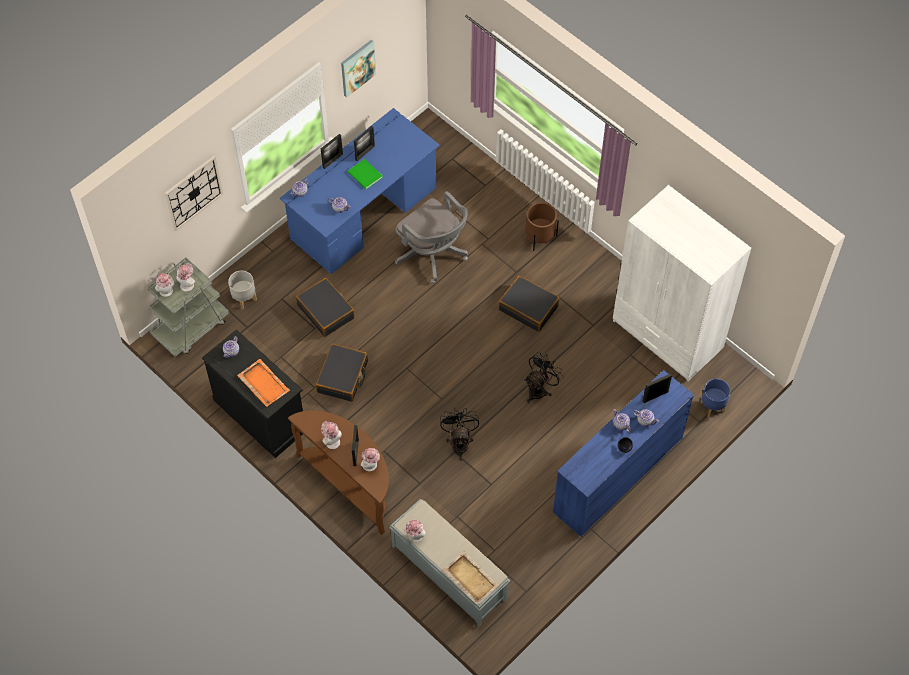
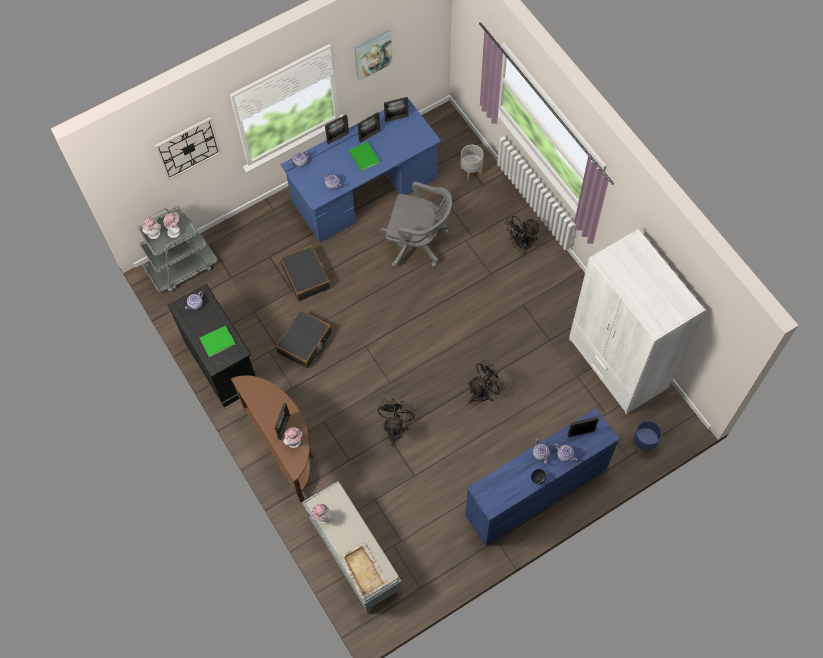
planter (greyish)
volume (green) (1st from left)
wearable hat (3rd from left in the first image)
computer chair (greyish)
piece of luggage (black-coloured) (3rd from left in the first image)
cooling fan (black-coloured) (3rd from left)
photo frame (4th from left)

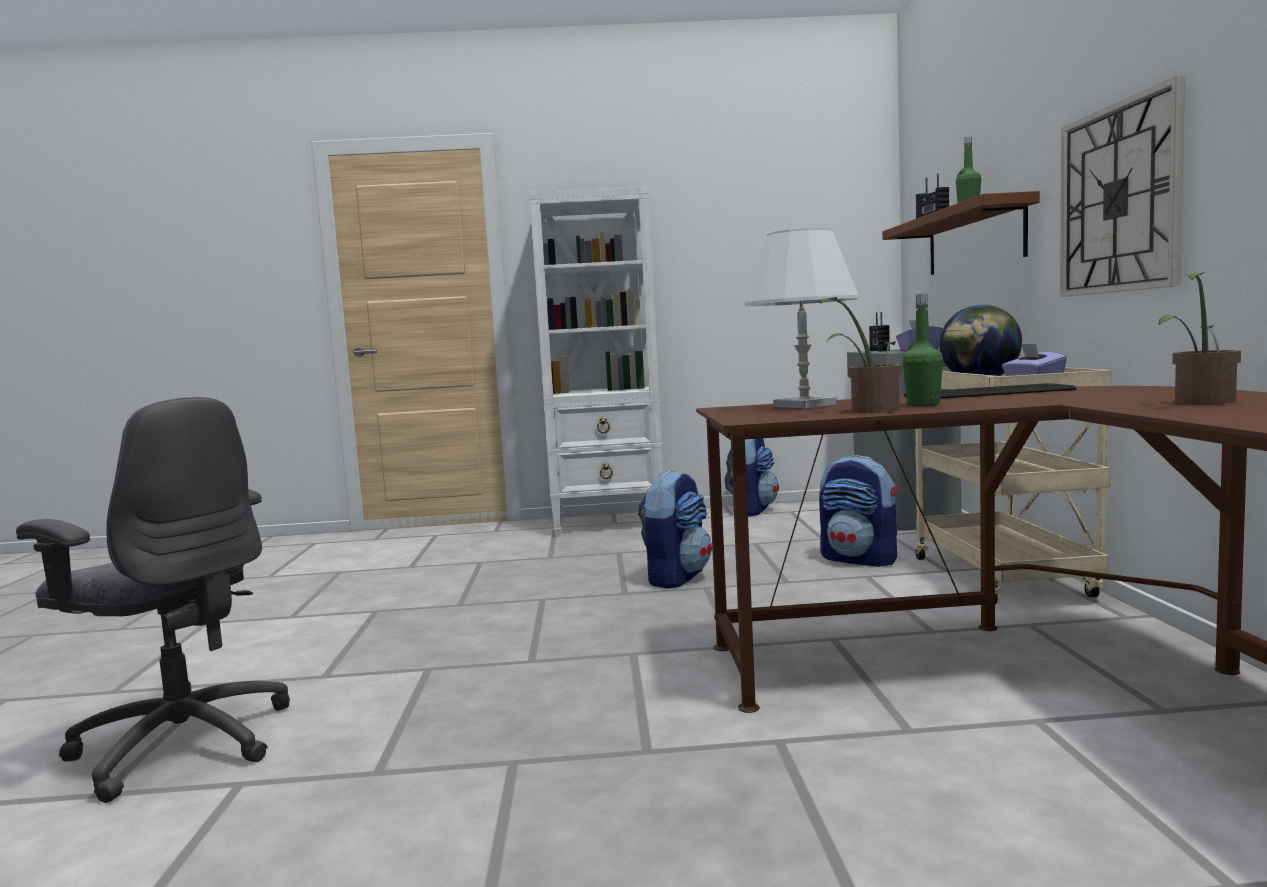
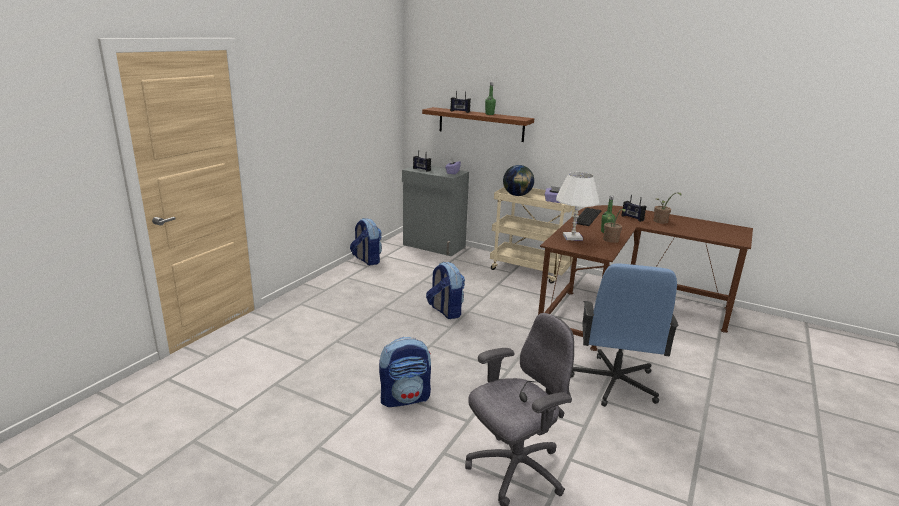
bookcase (whitish)
rucksack (2nd from left)
clock on the wall
computer chair (blue)
radio receiver (3rd from left)

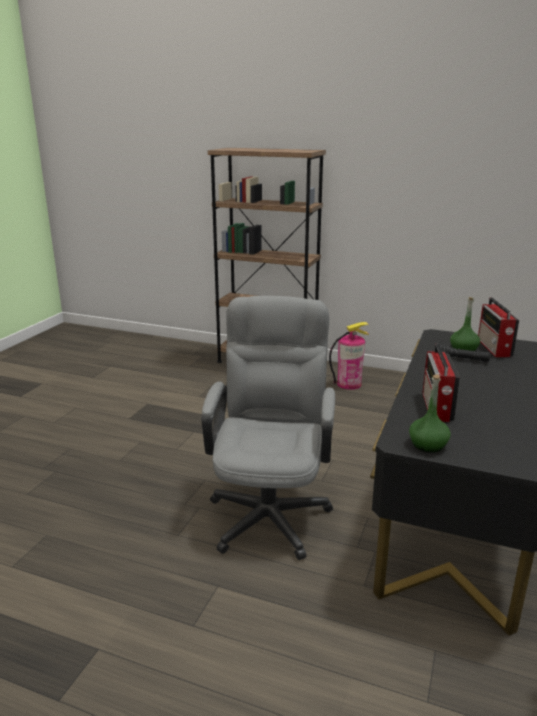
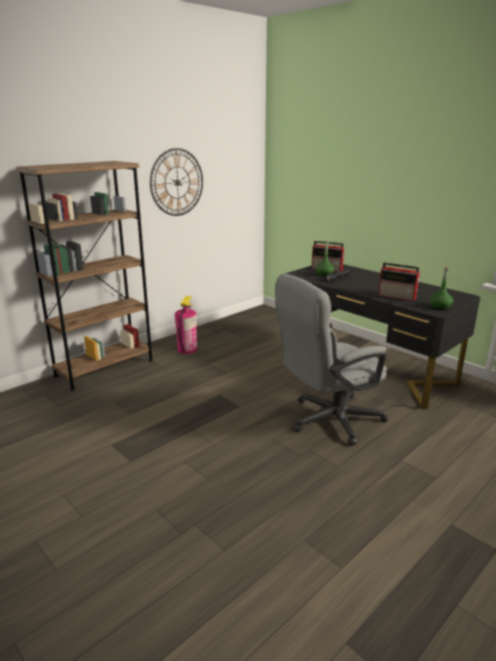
computer chair (greyish)
clock on the wall

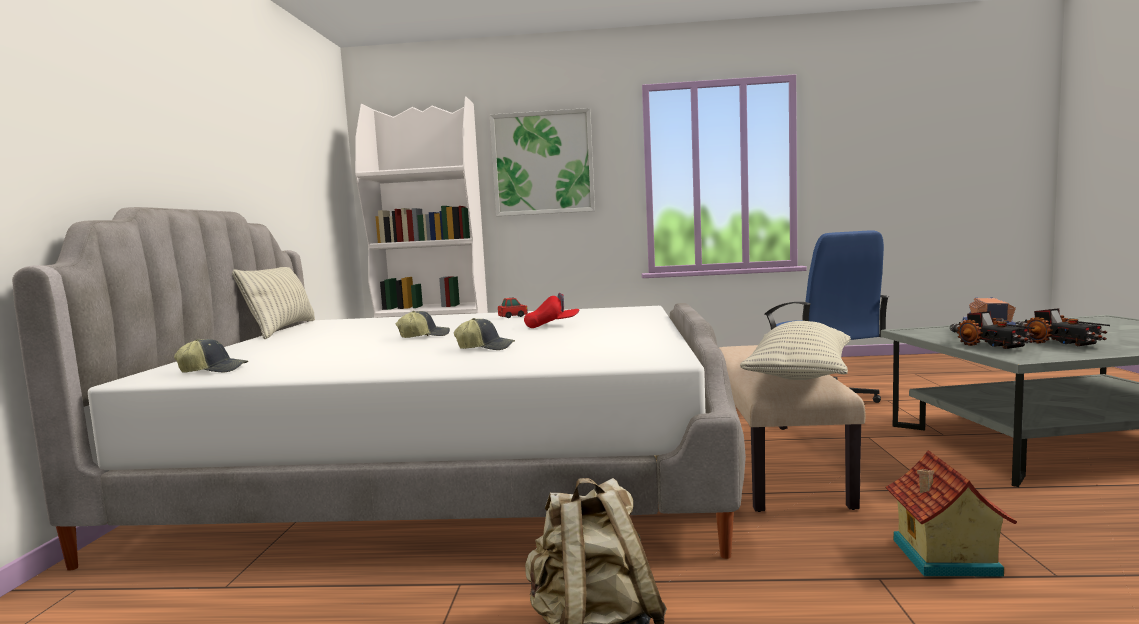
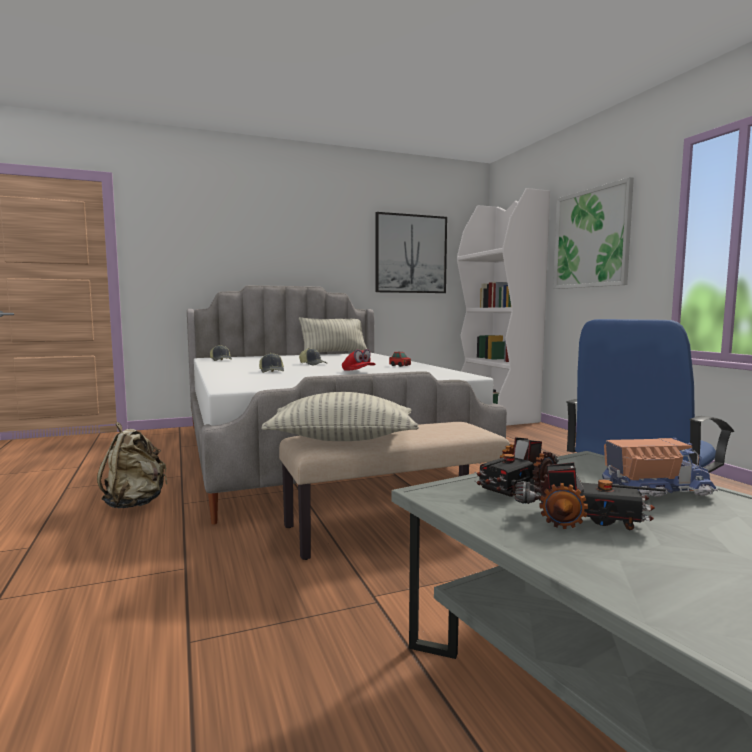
model house
model truck (2nd from left)
wall art (1st from left)

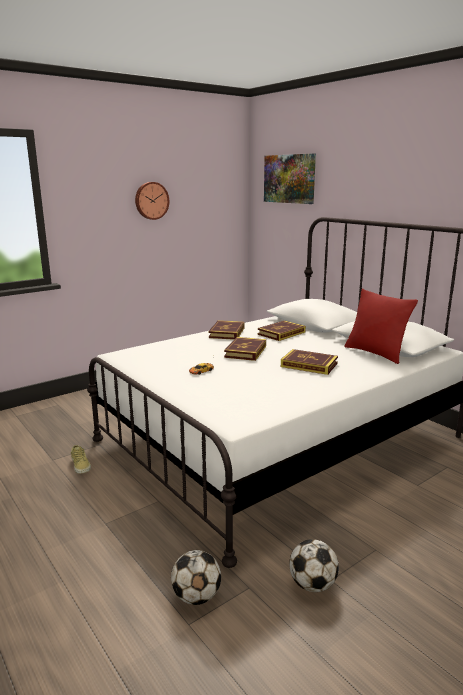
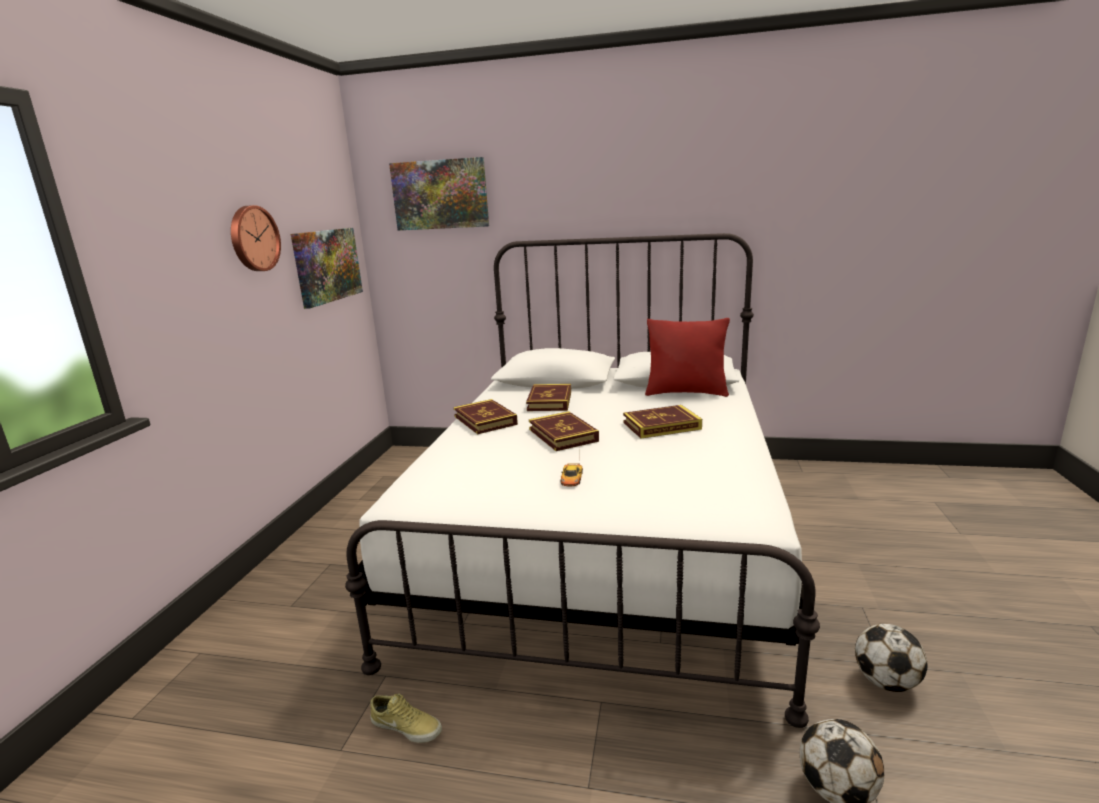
wall art (1st from left)

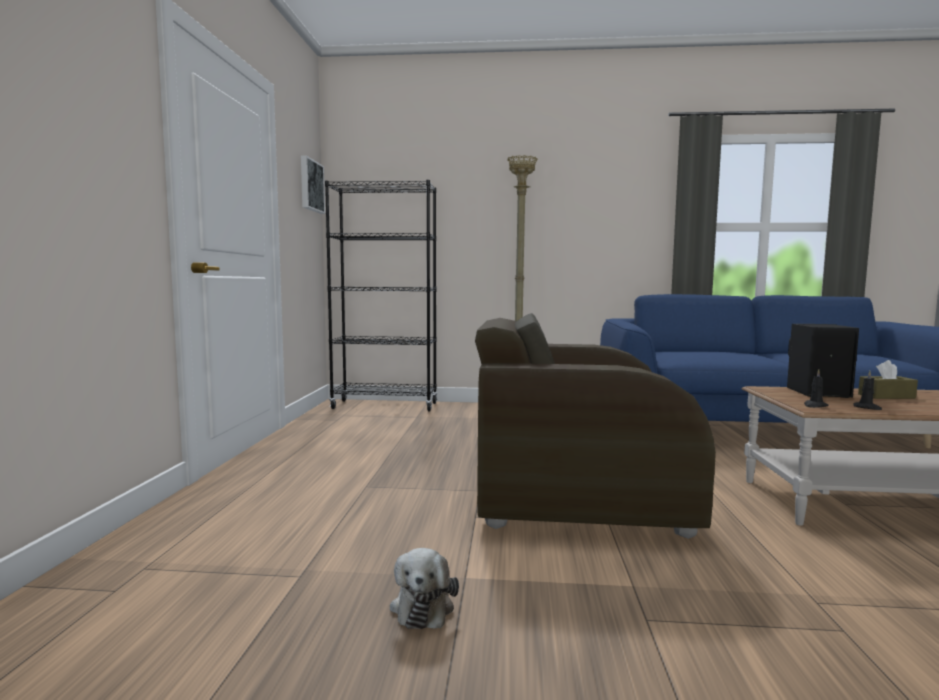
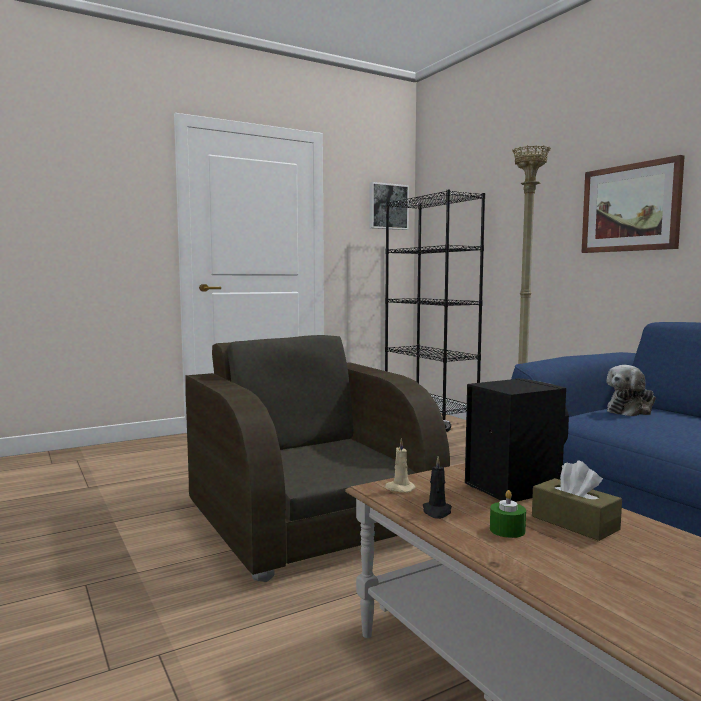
plush toy
candle (sand-coloured)
candle (green)
wall art (2nd from left)

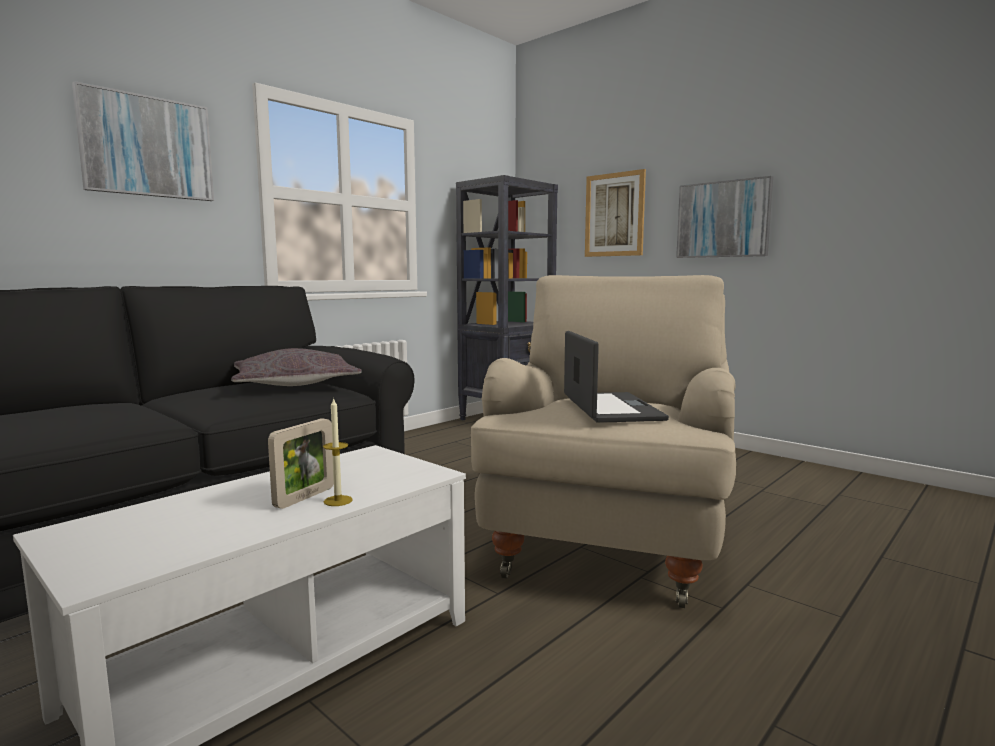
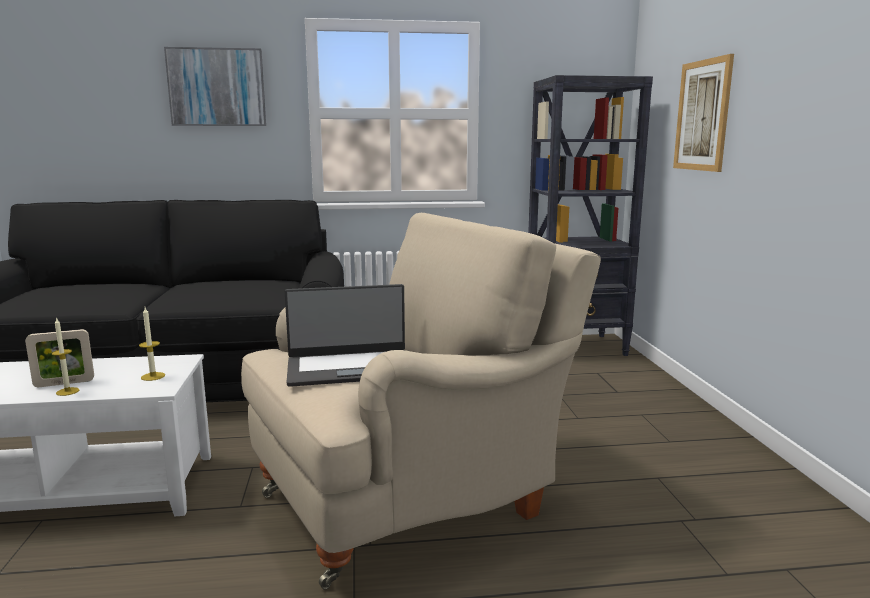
pillow (greyish)
notebook computer
wall art (3rd from left in the first image)
candle (2nd from left)

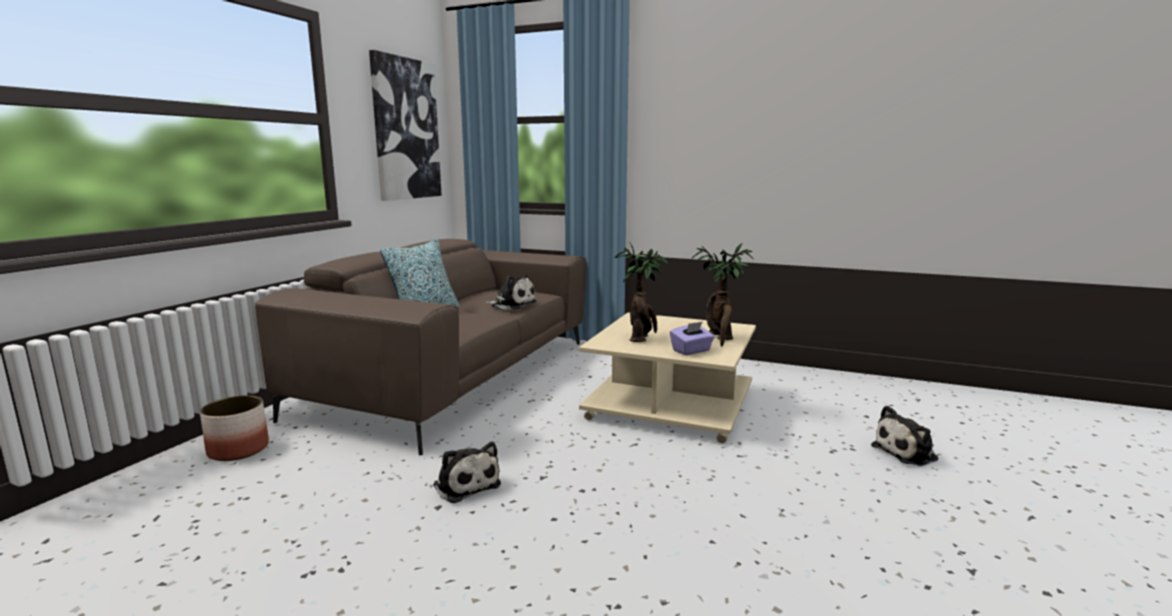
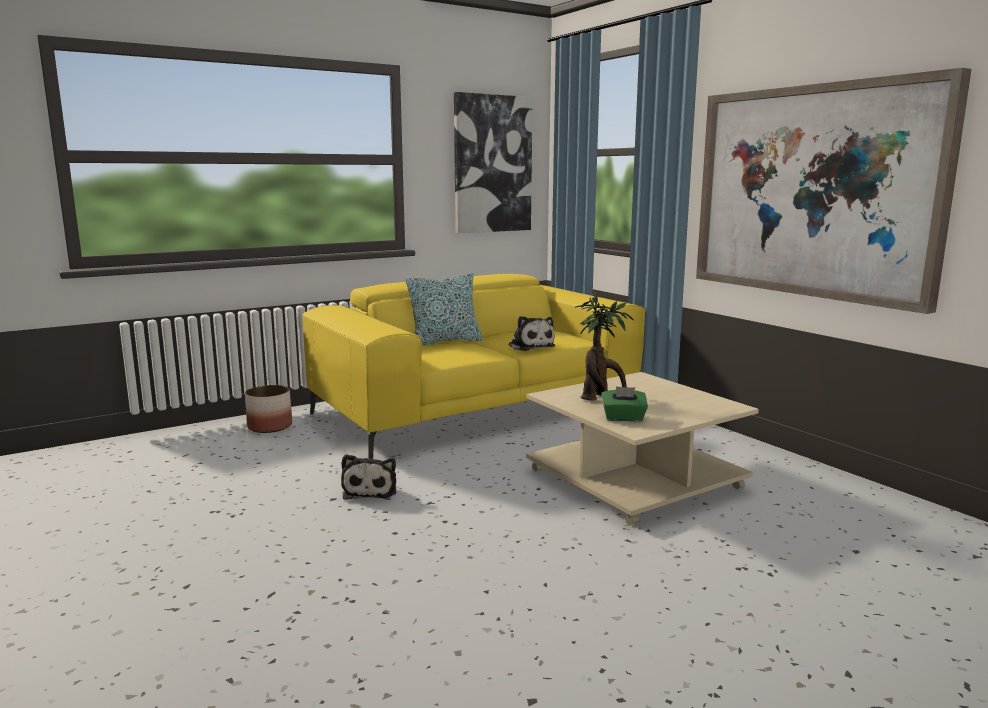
sofa (yellowish)
tissue holder (green)
houseplant (2nd from left in the first image)
plush toy (3rd from left in the first image)
wall art (2nd from left)

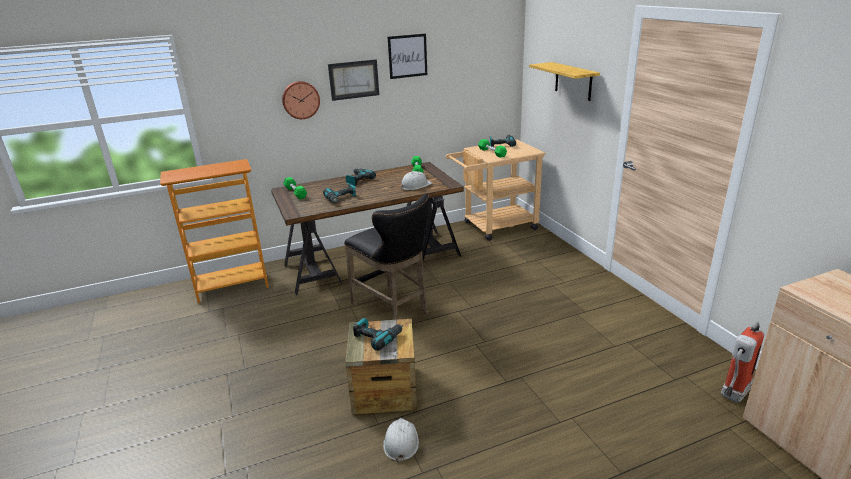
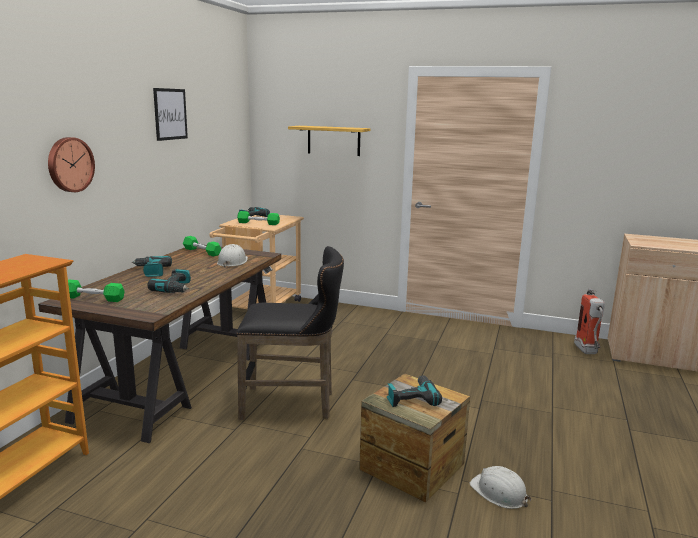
wall art (1st from left in the first image)

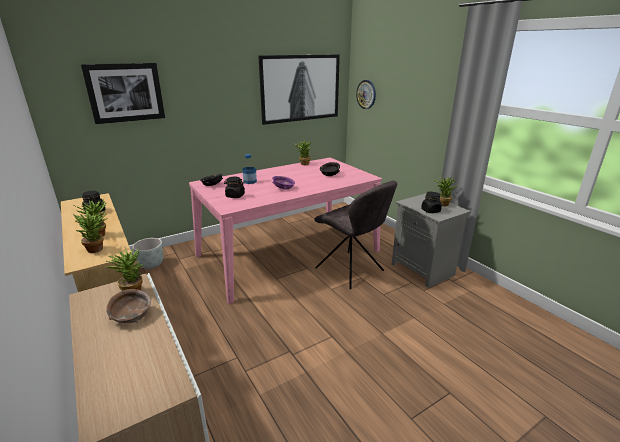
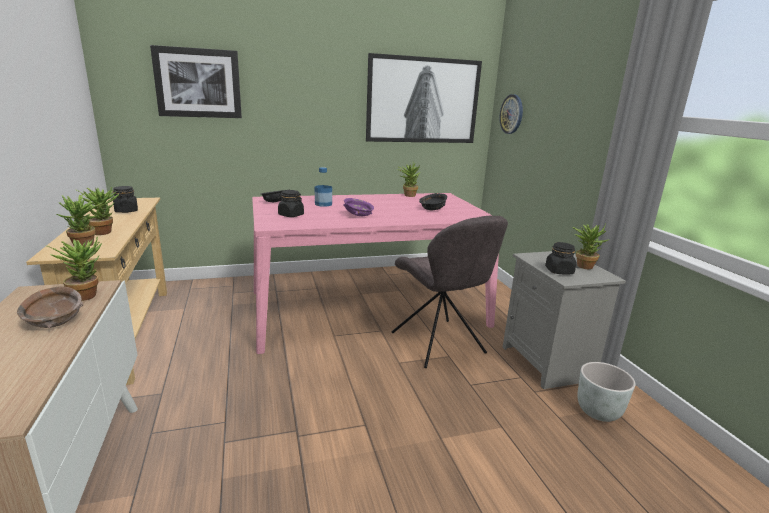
planter (greyish)

